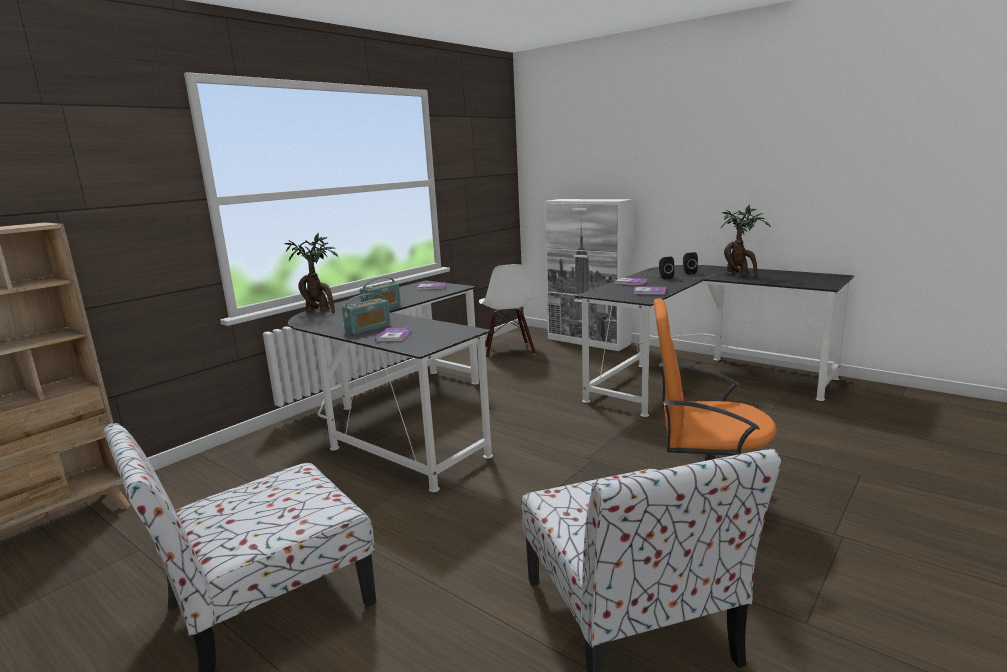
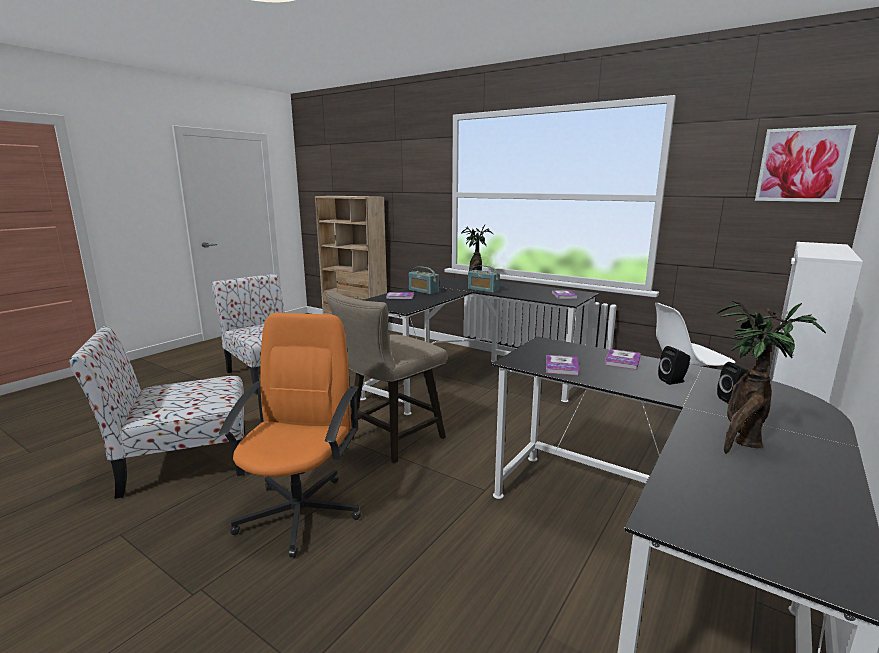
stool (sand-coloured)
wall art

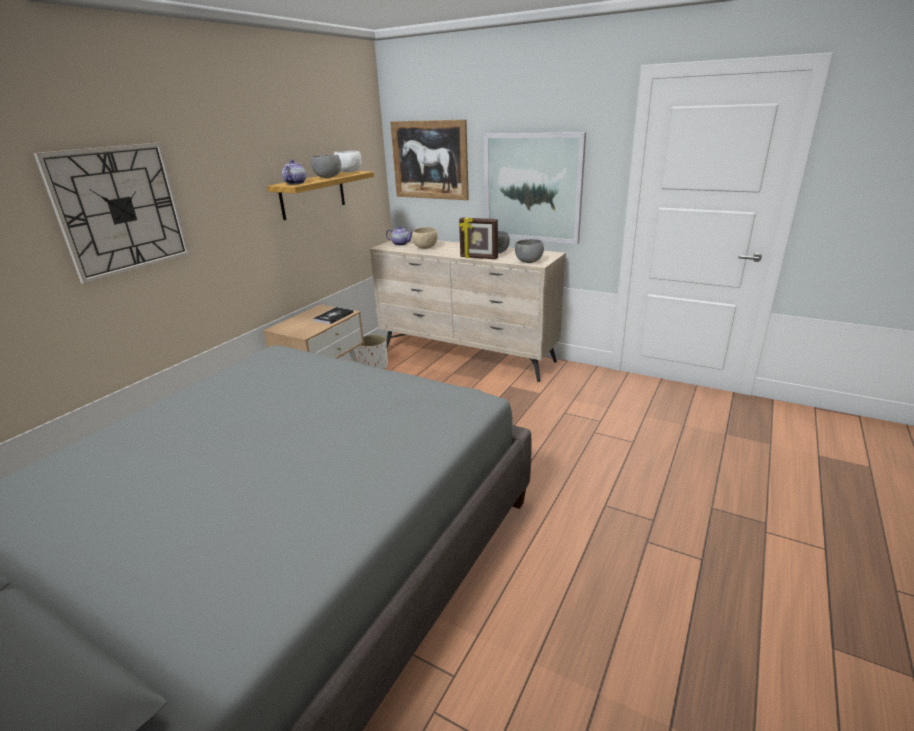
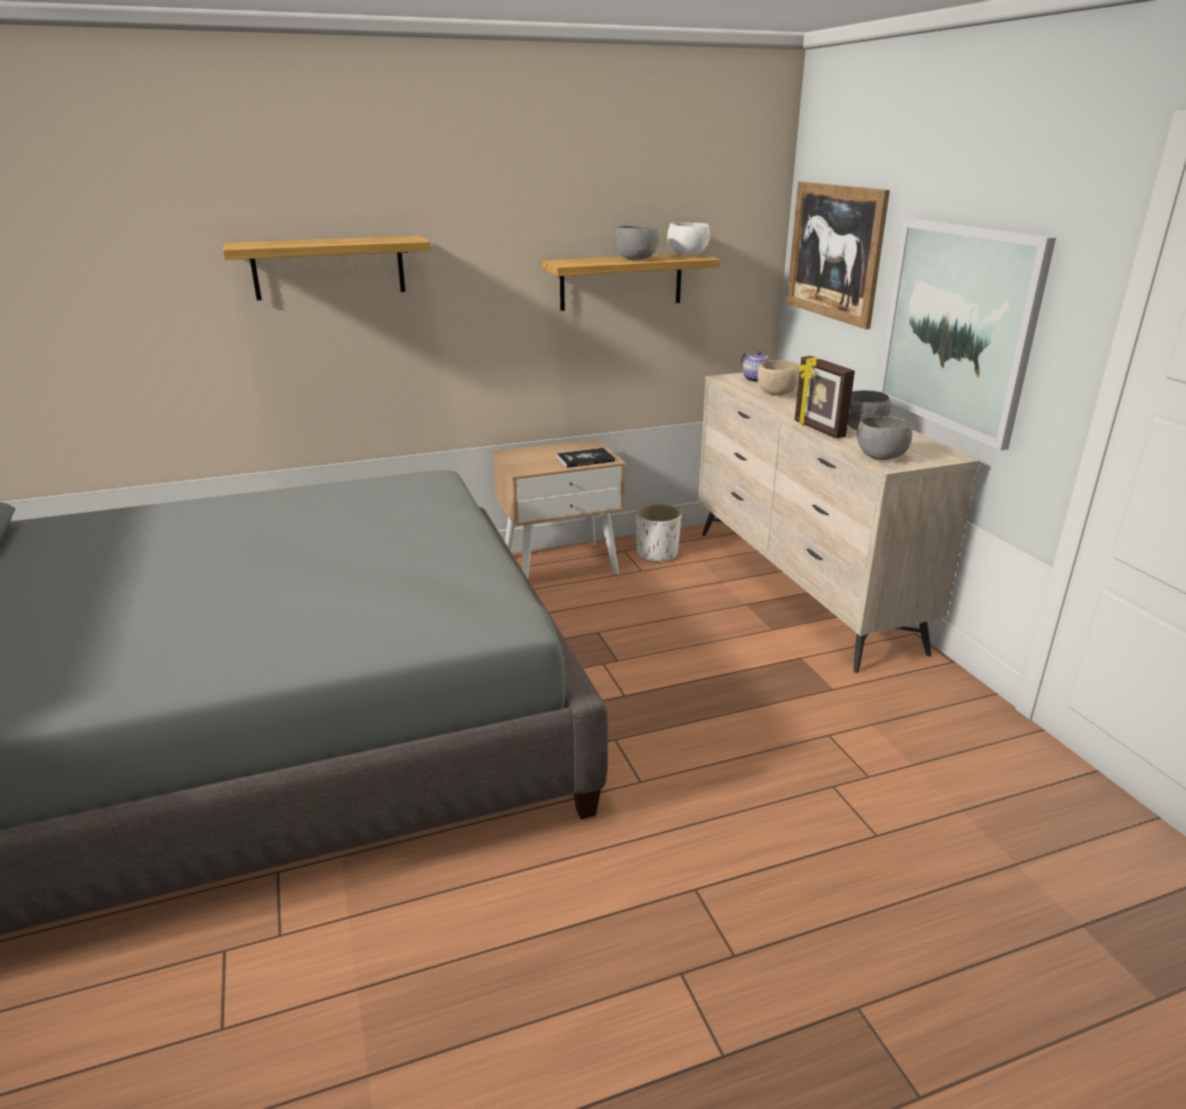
bracket shelf (1st from left)
teapot (1st from left in the first image)

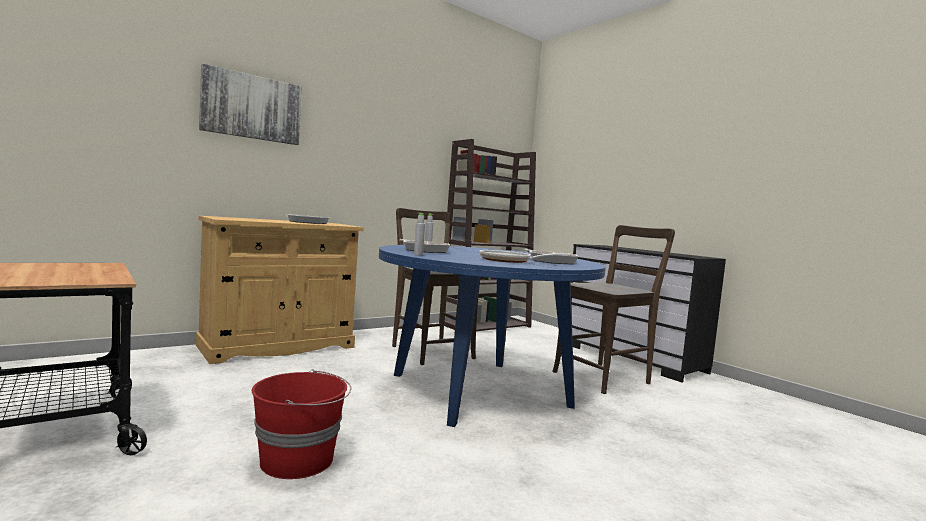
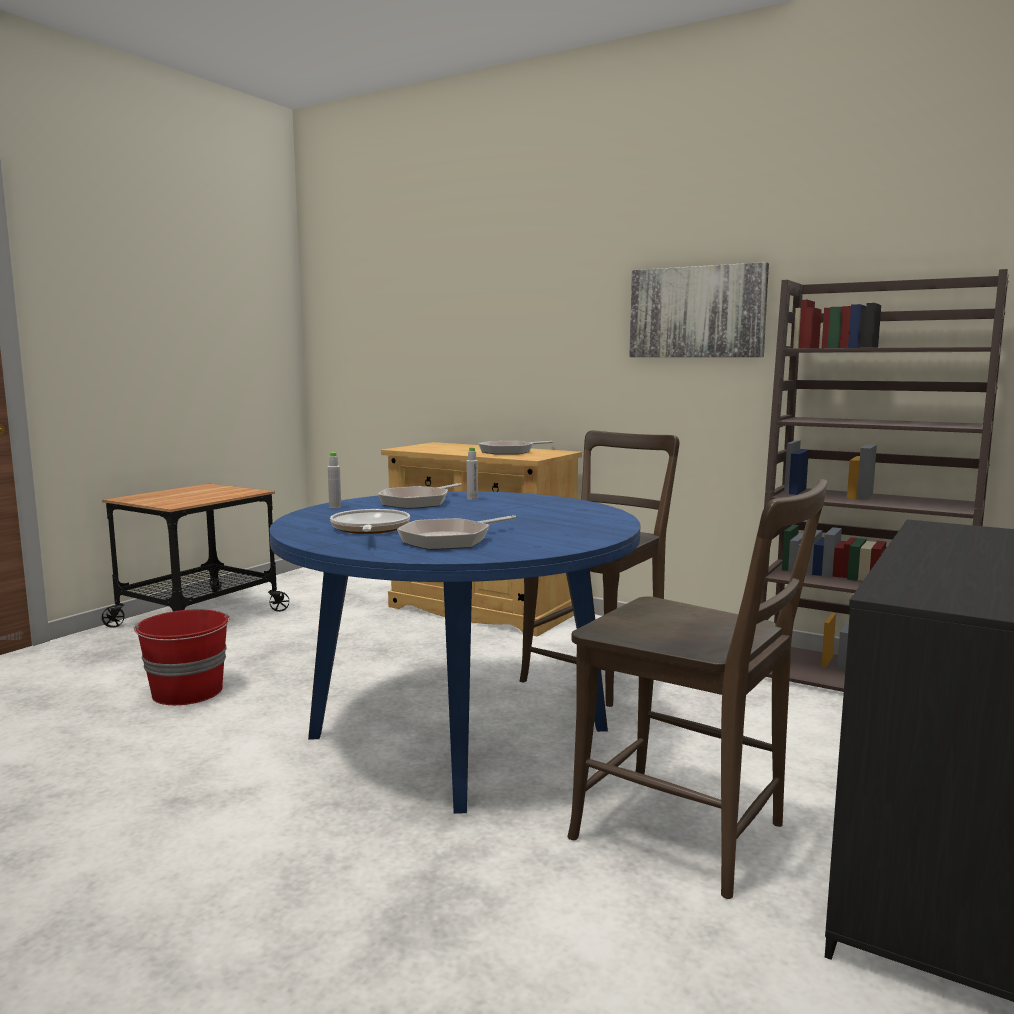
wall art

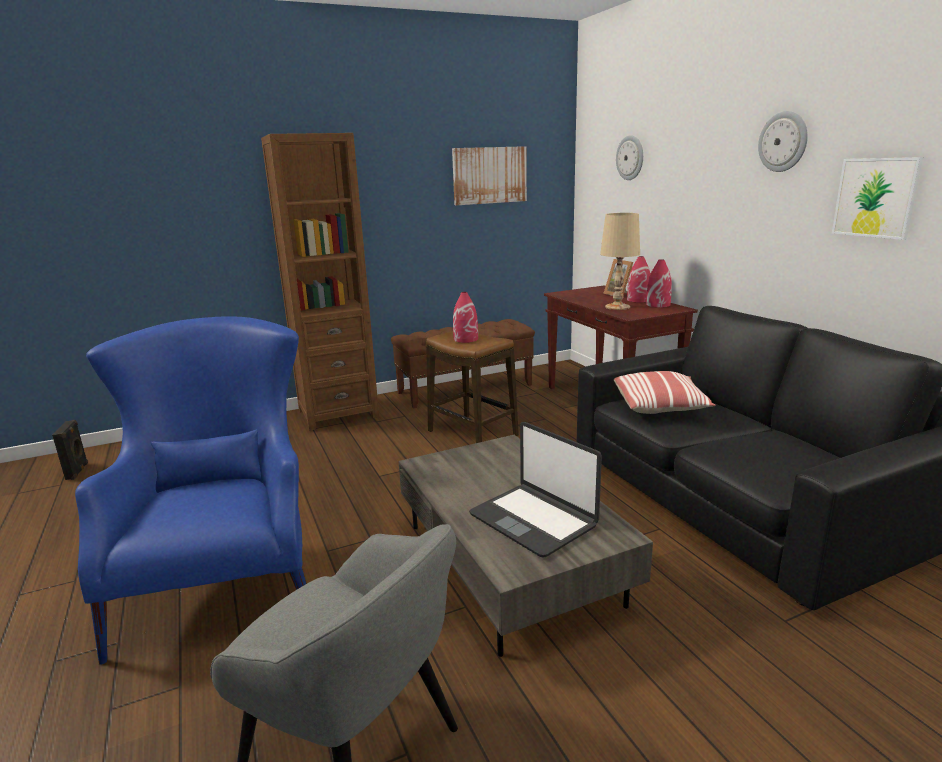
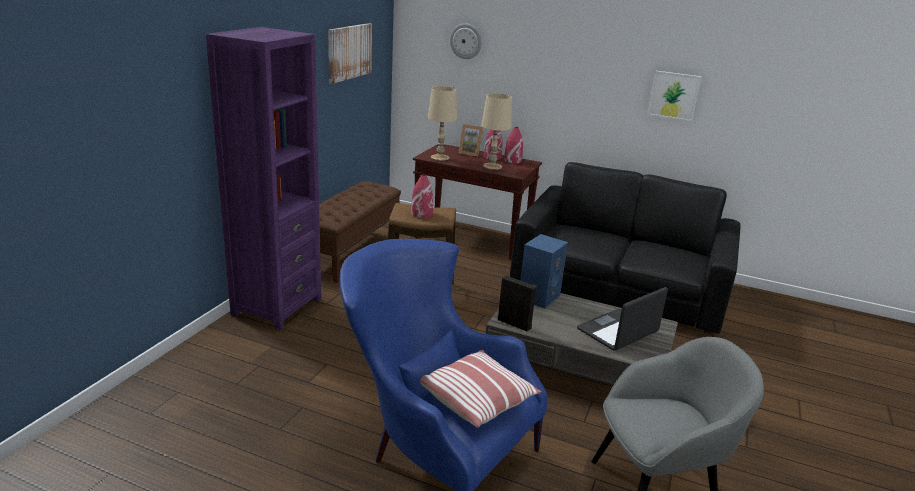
audio speaker (black-coloured)
bookcase (purple-coloured)
notebook computer
pillow
clock on the wall (2nd from left in the first image)
table lamp (sand-coloured) (1st from left)
audio speaker (blue)

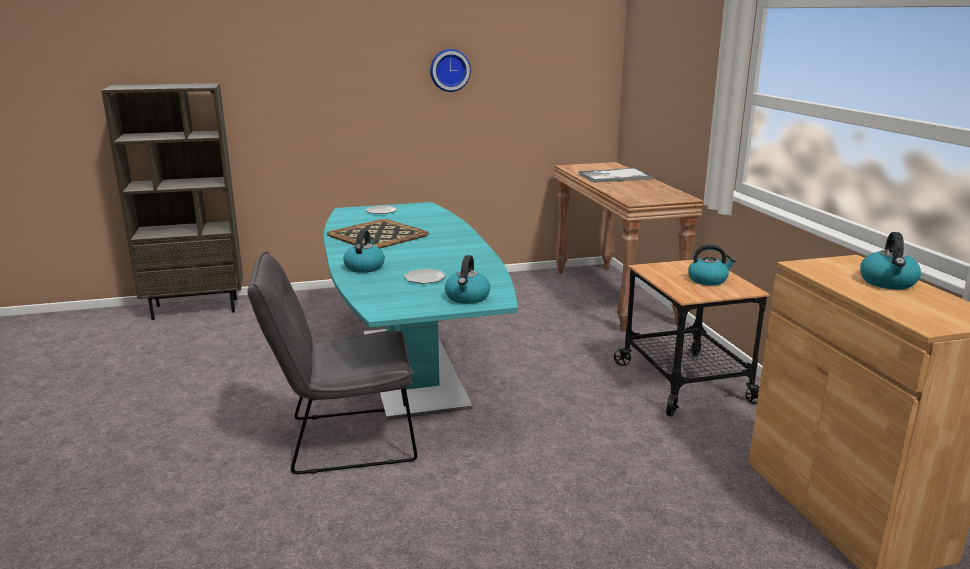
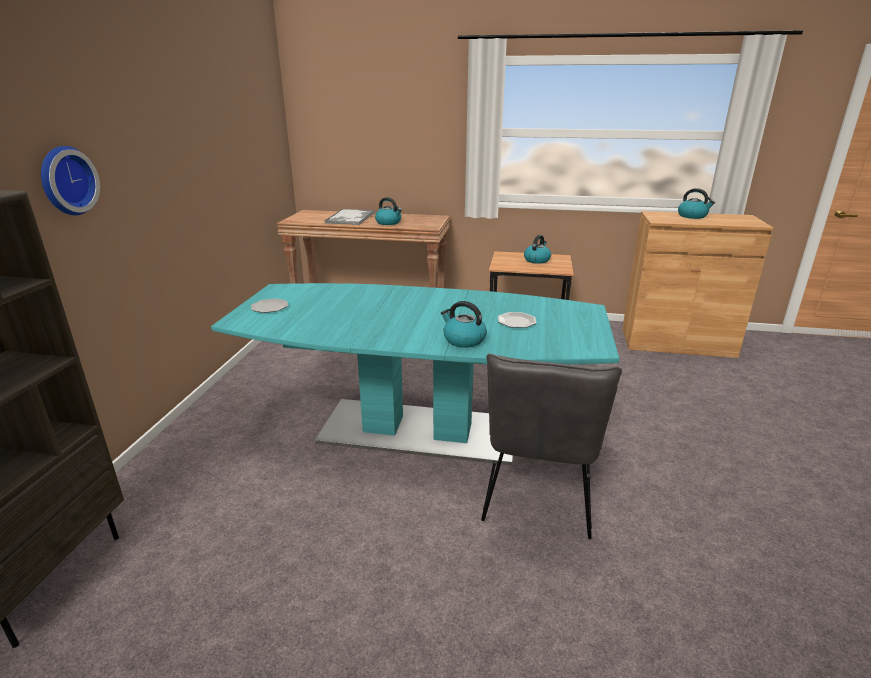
carrying tray (1st from left in the first image)
clock on the wall
tea kettle (1st from left)

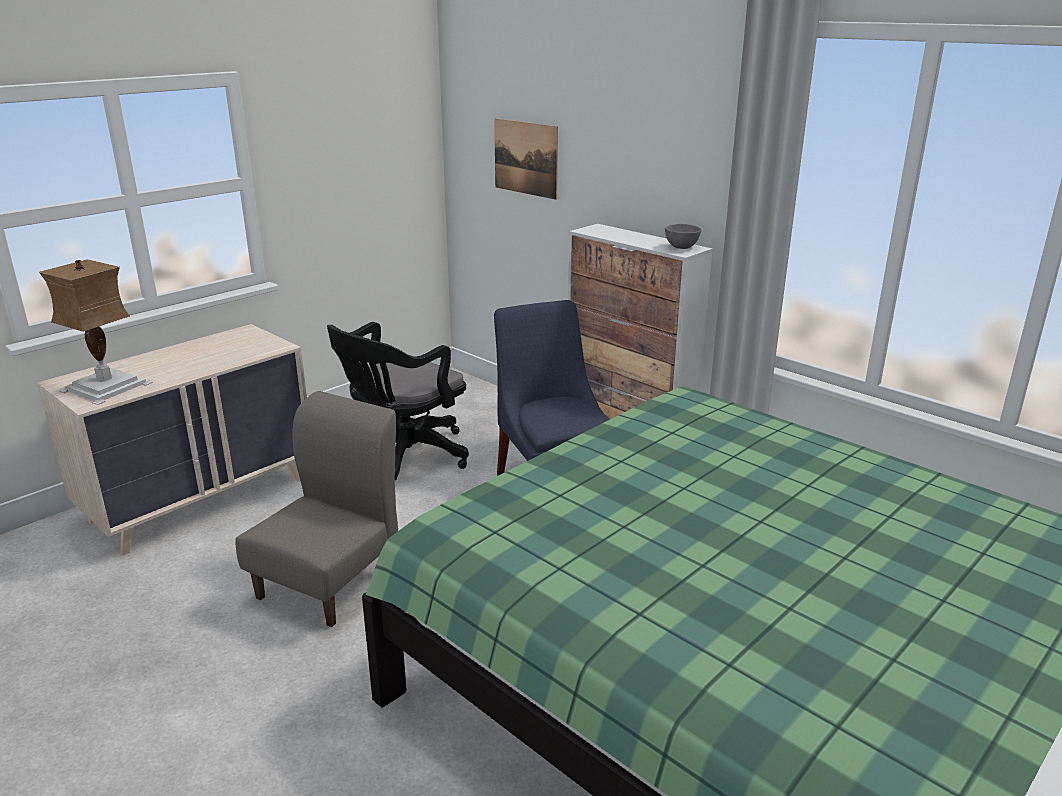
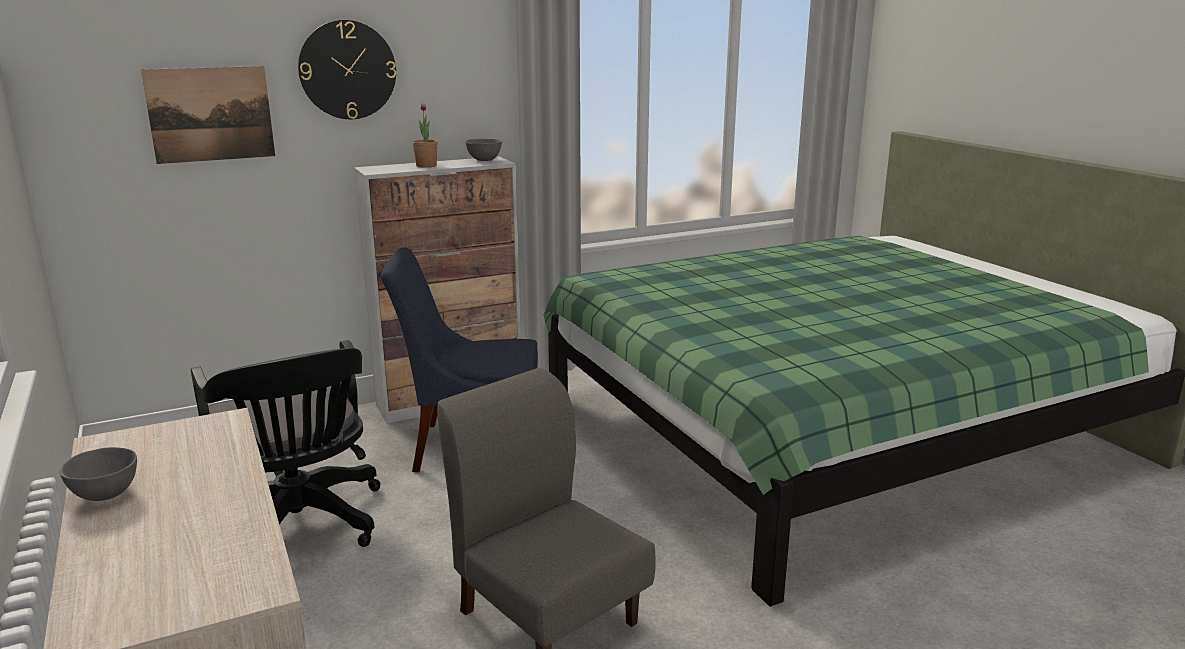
table lamp
deep dish (greyish) (1st from left)
clock on the wall
houseplant

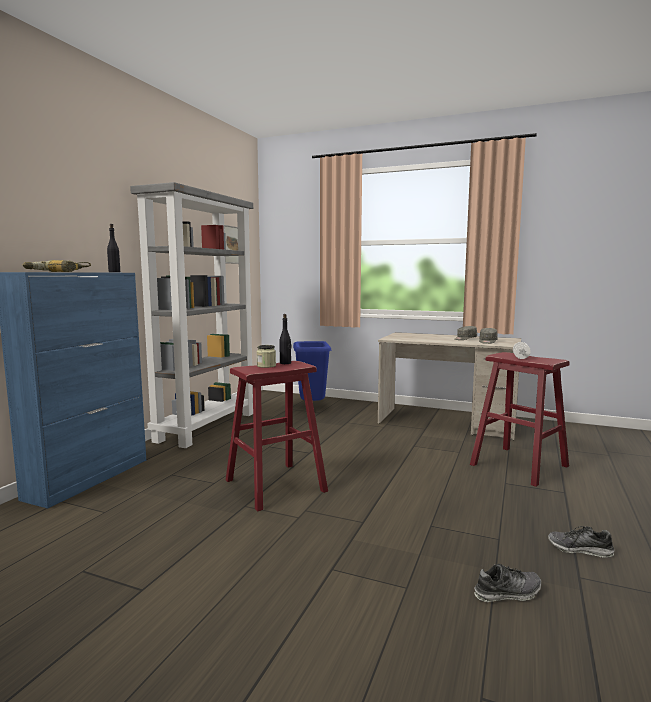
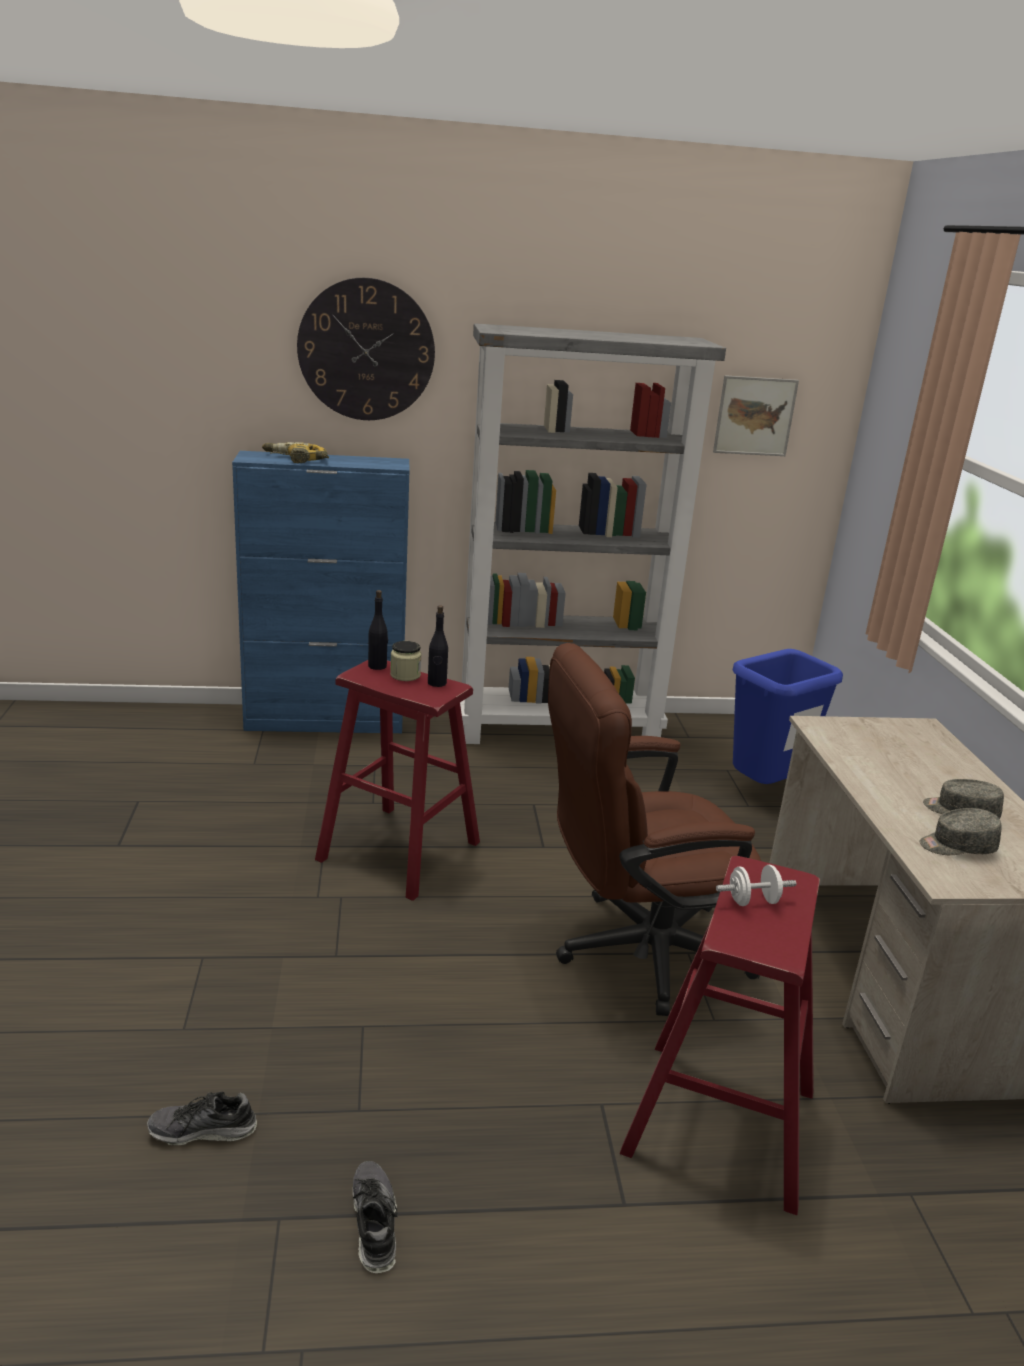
drink bottle (black-coloured) (1st from left)
low shoe (1st from left)
clock on the wall
computer chair (brownish)

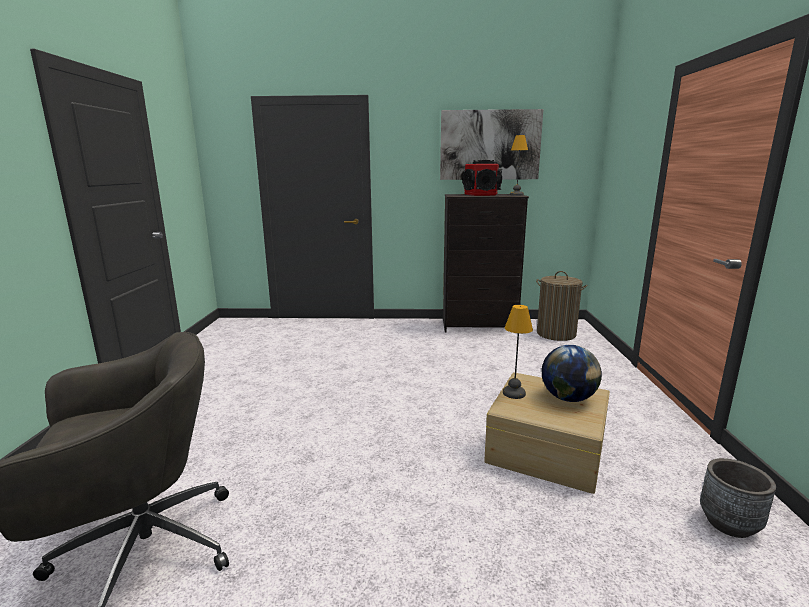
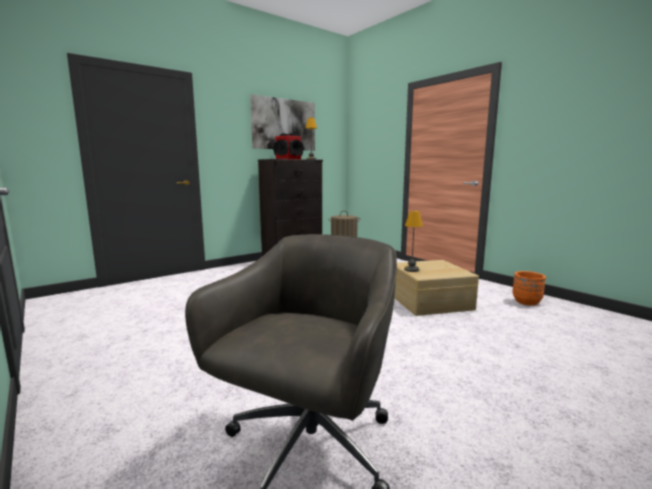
world globe
planter (orange)

